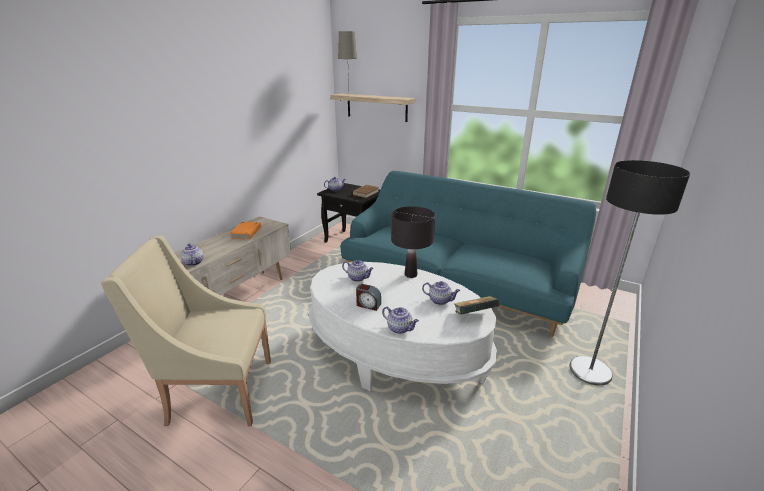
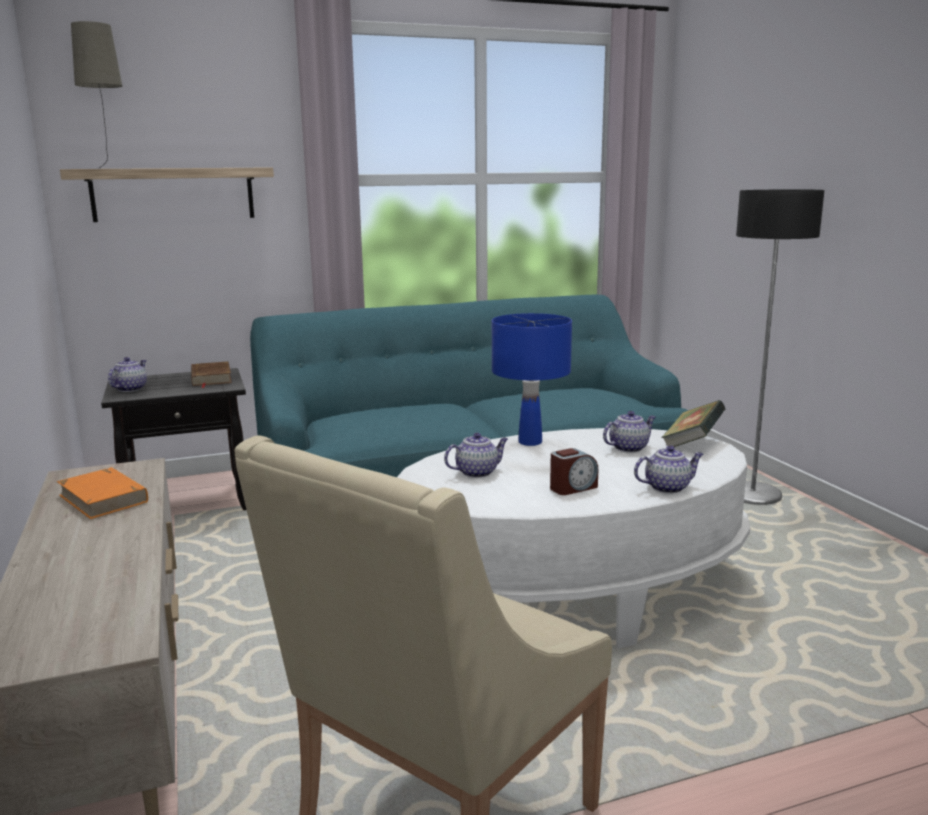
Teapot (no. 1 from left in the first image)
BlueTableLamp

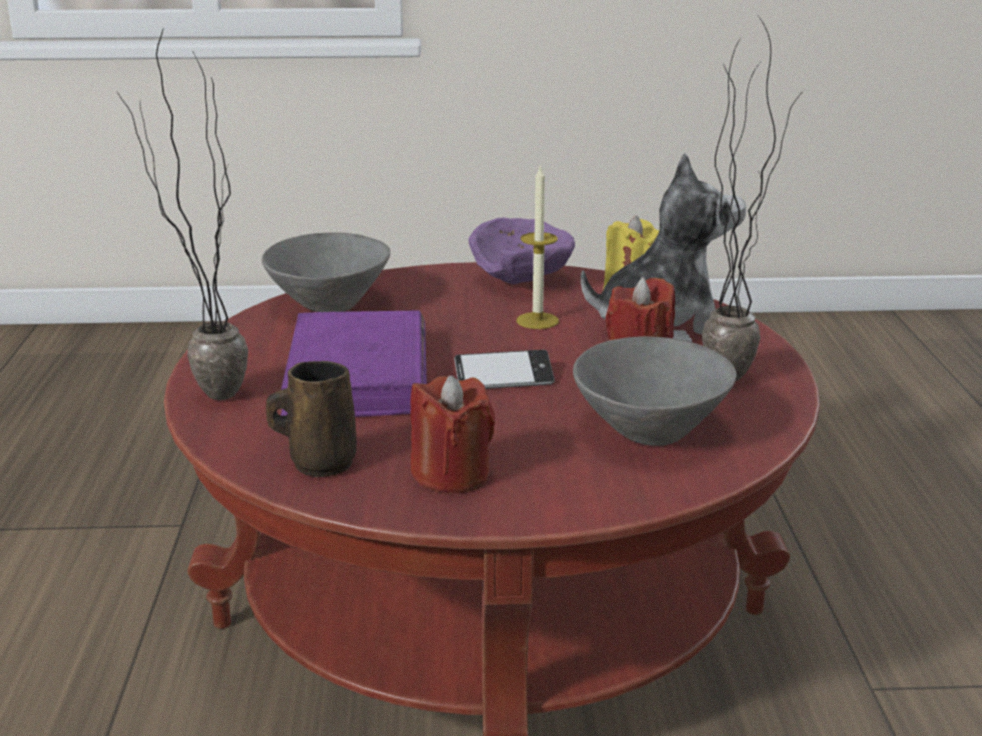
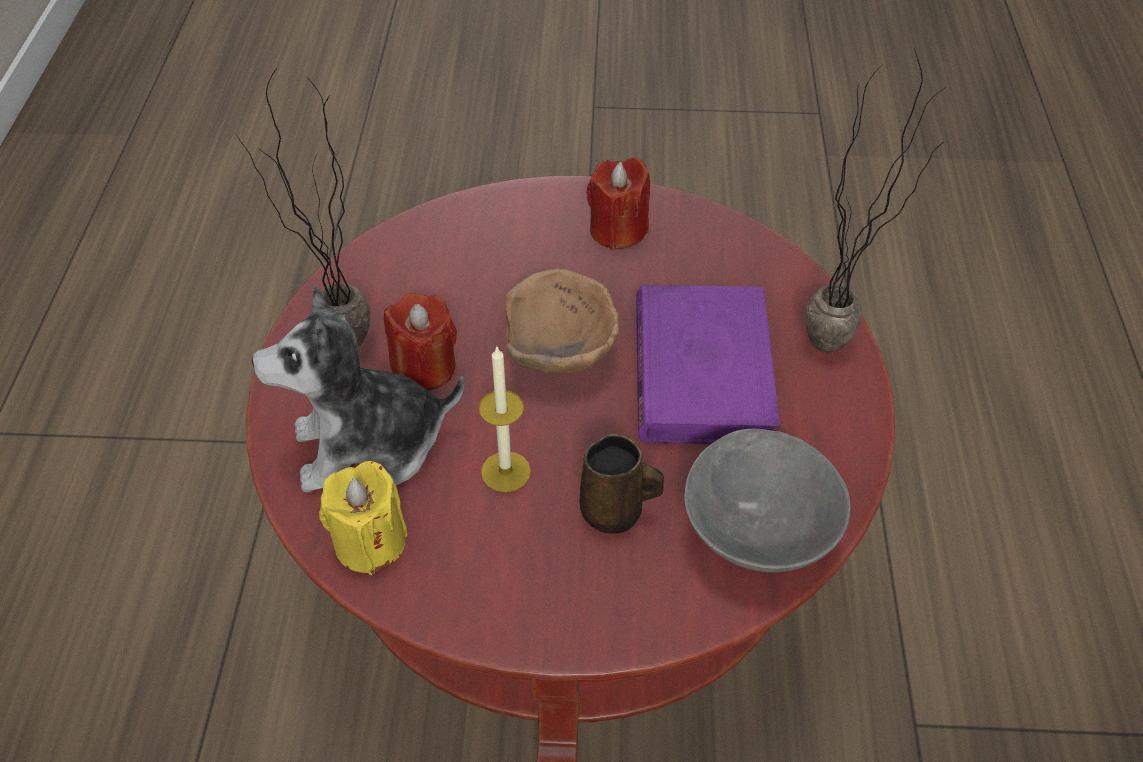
PurpleBowl
GreyBowl (no. 2 from left in the first image)
BrownMug
BrownBowl

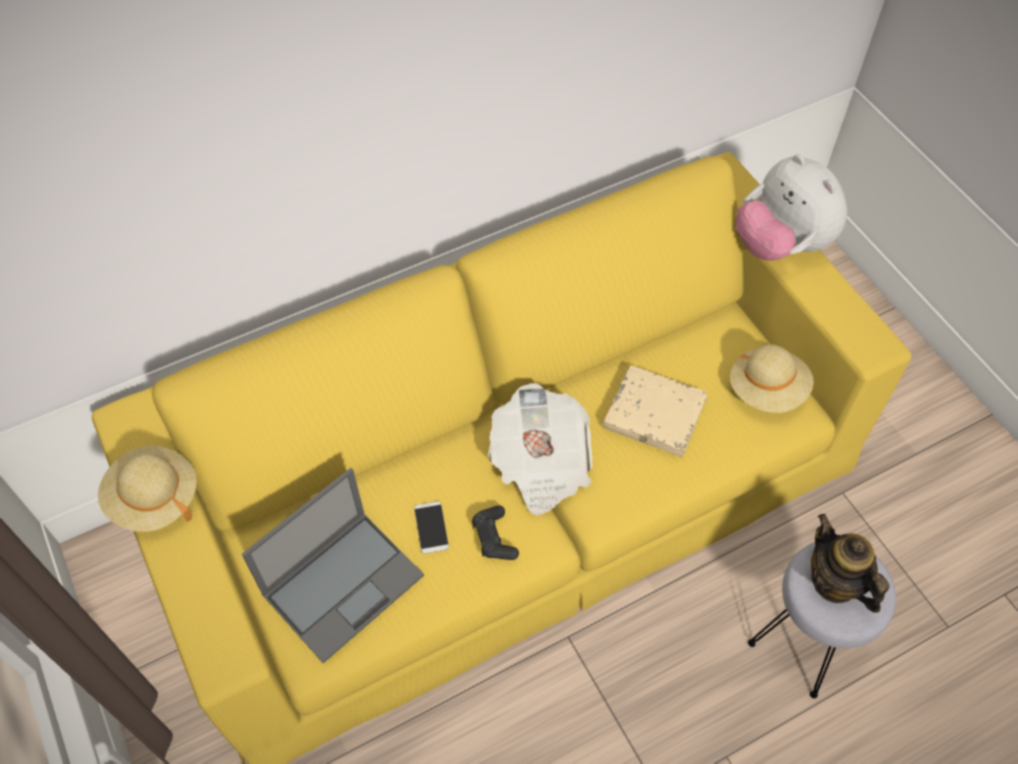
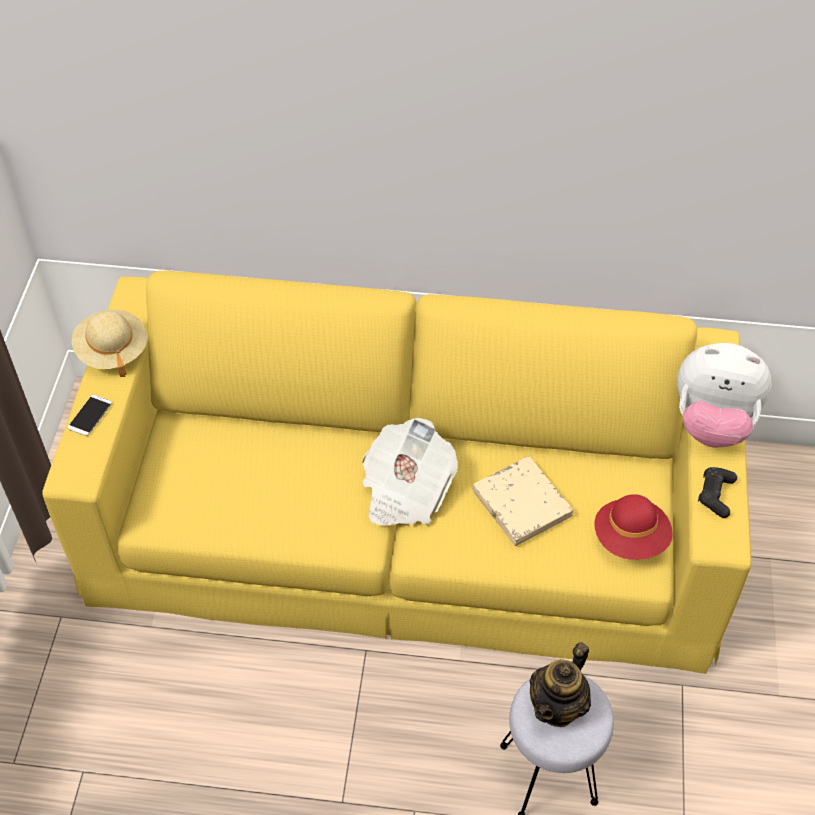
Laptop
Phone
BlackGameController
RedHat
PlushToy
Teapot

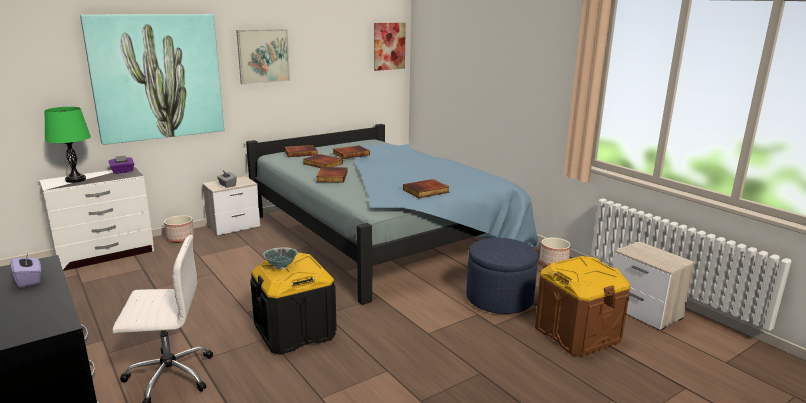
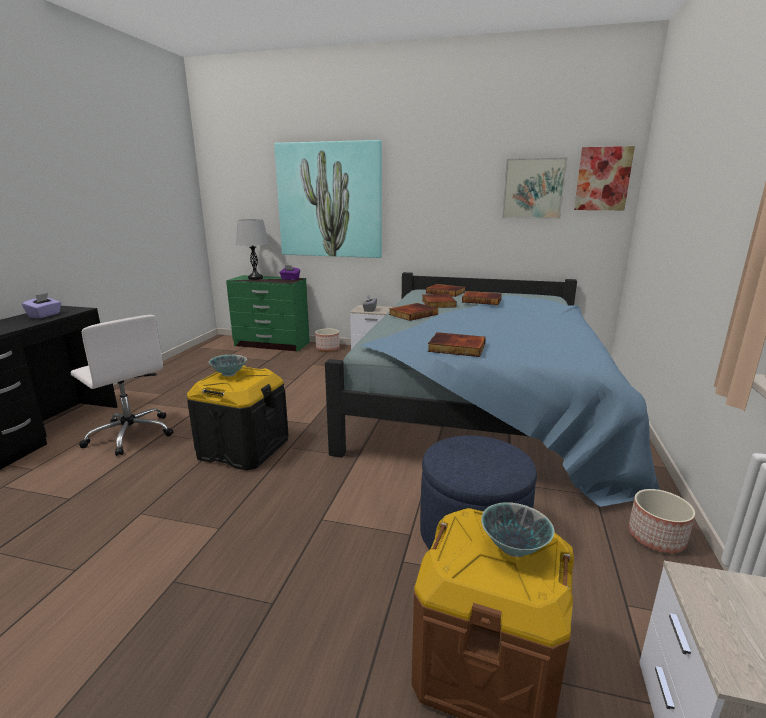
Bowl (no. 2 from left)
Picture (no. 2 from left)
GreenDresser
GreyTableLamp

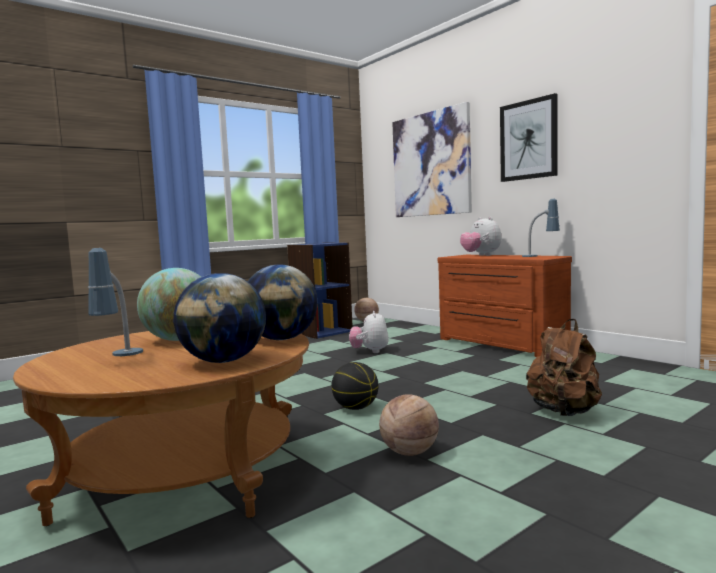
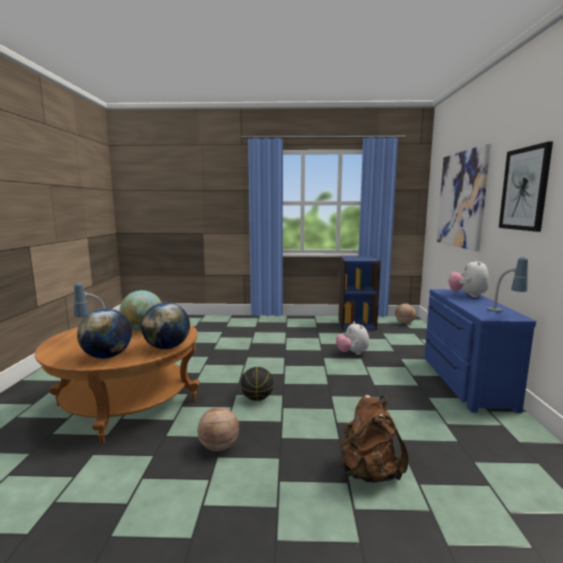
BlueDresser
PlushToy (no. 1 from left)

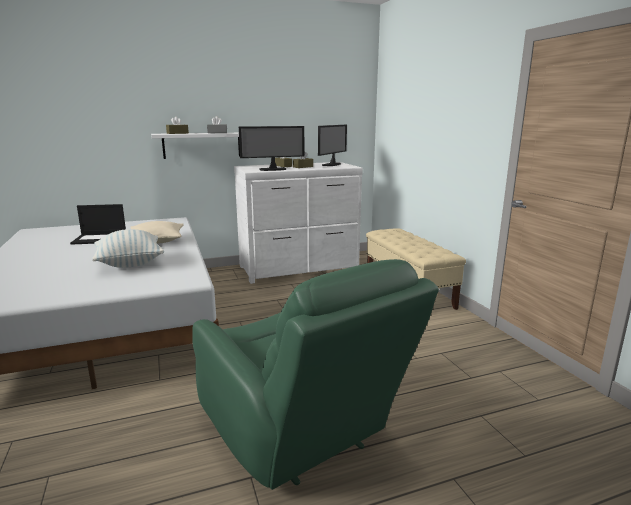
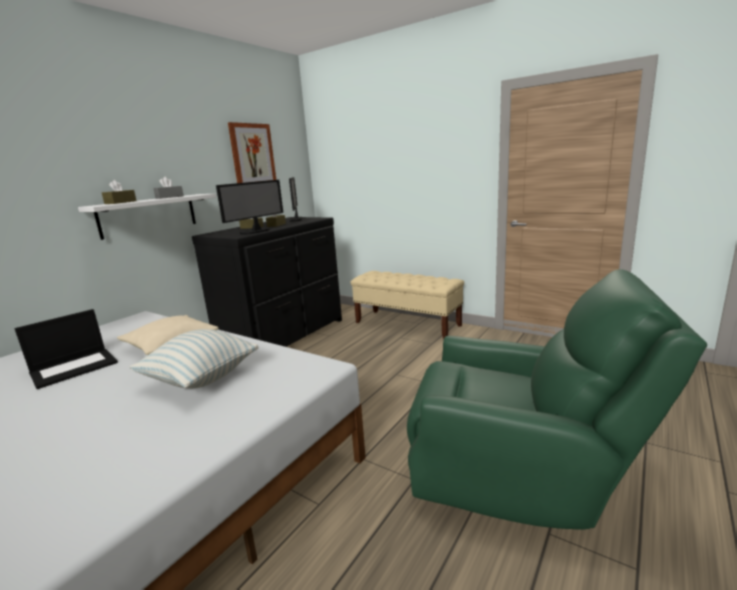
Picture
BlackDresser

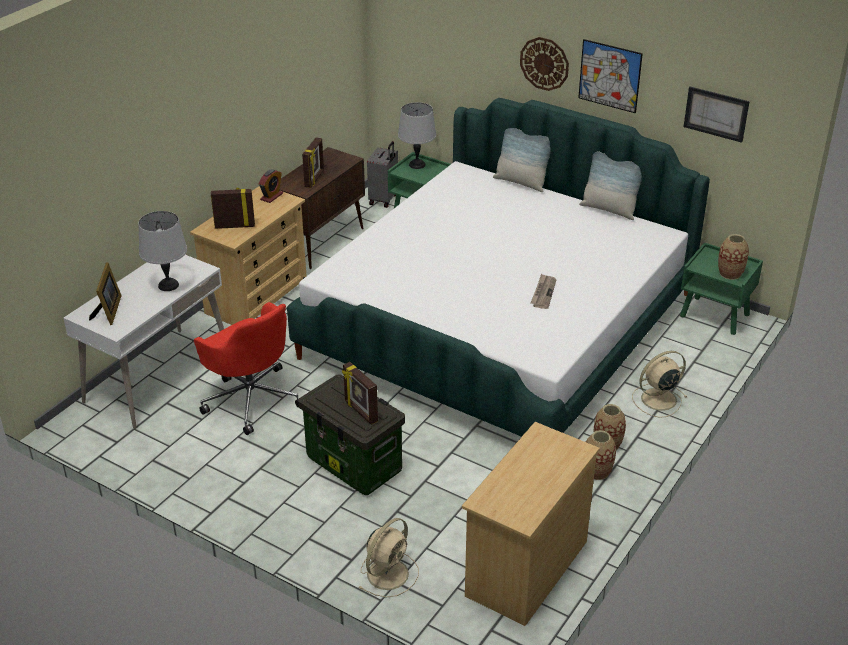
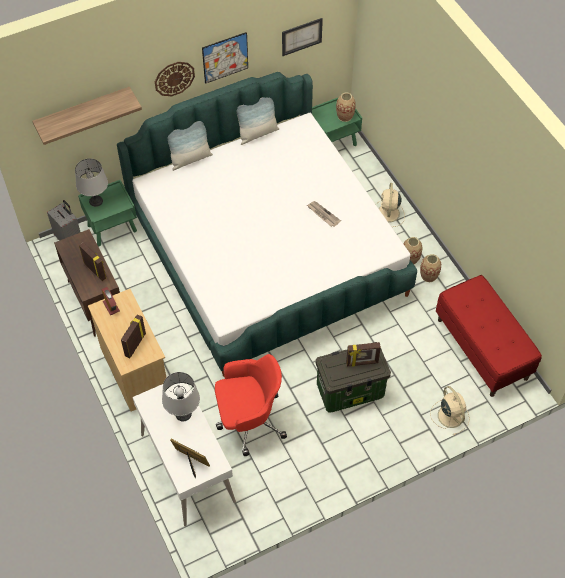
Shelf
RedBench

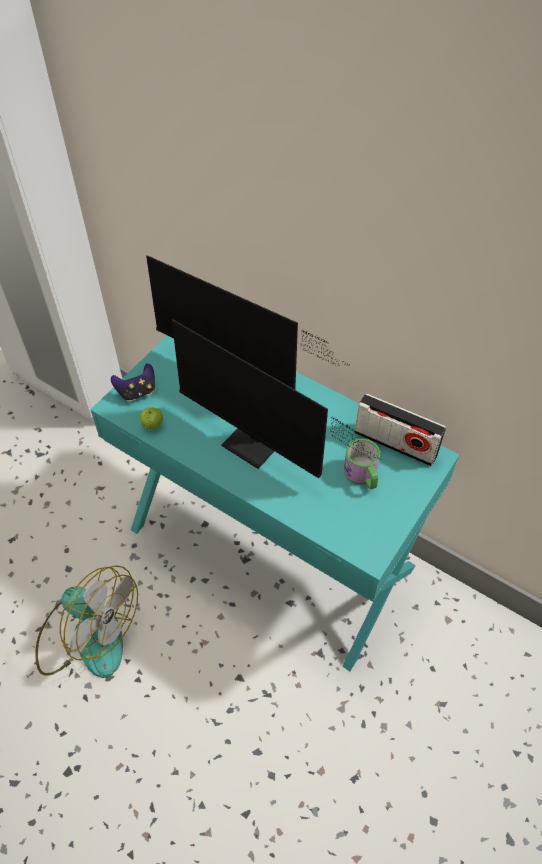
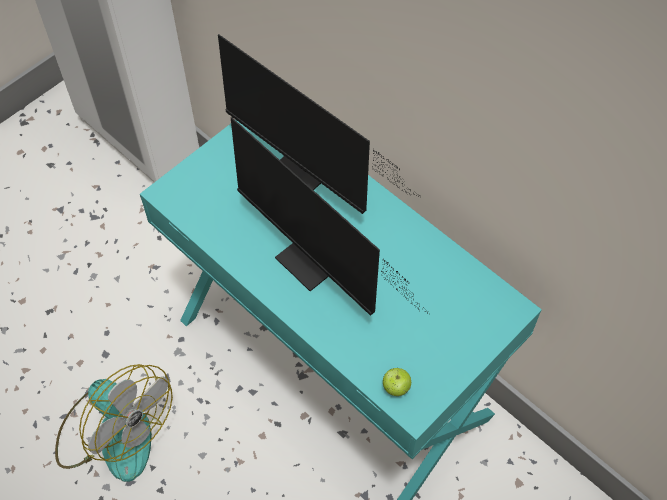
GameController
Mug
Radio
Apple

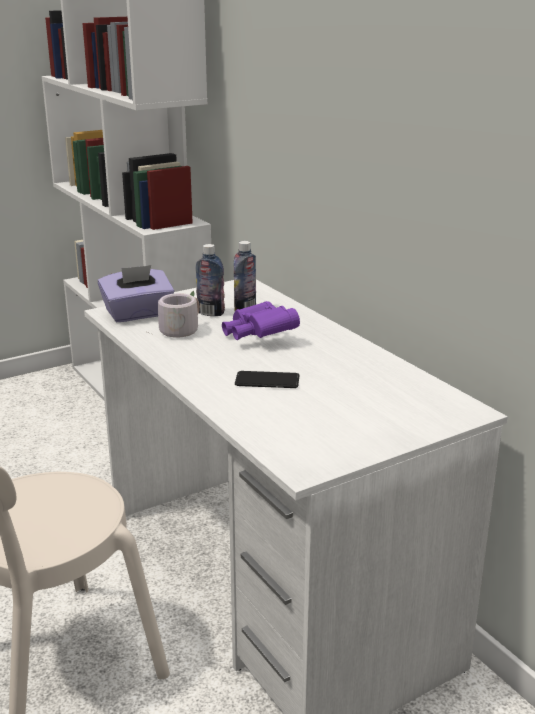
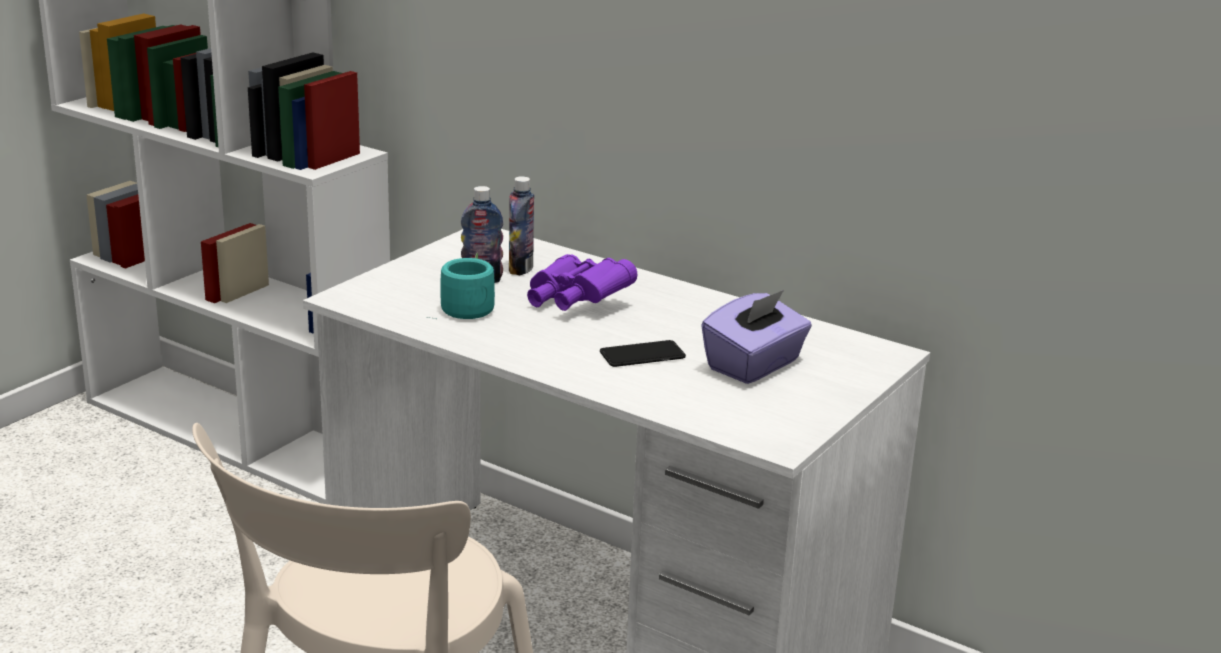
PurpleTissueBox
TurquoiseMug

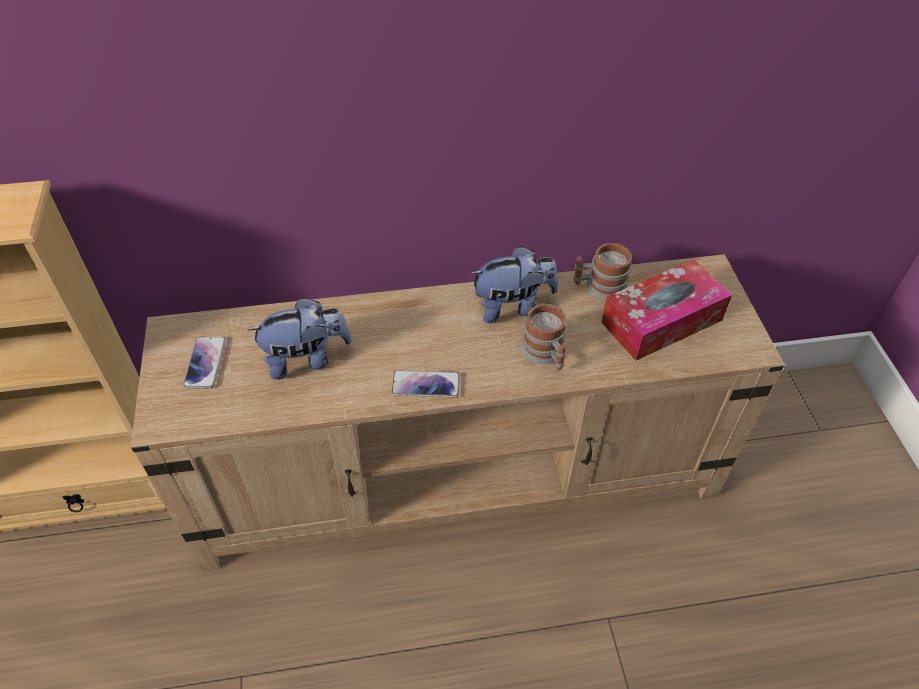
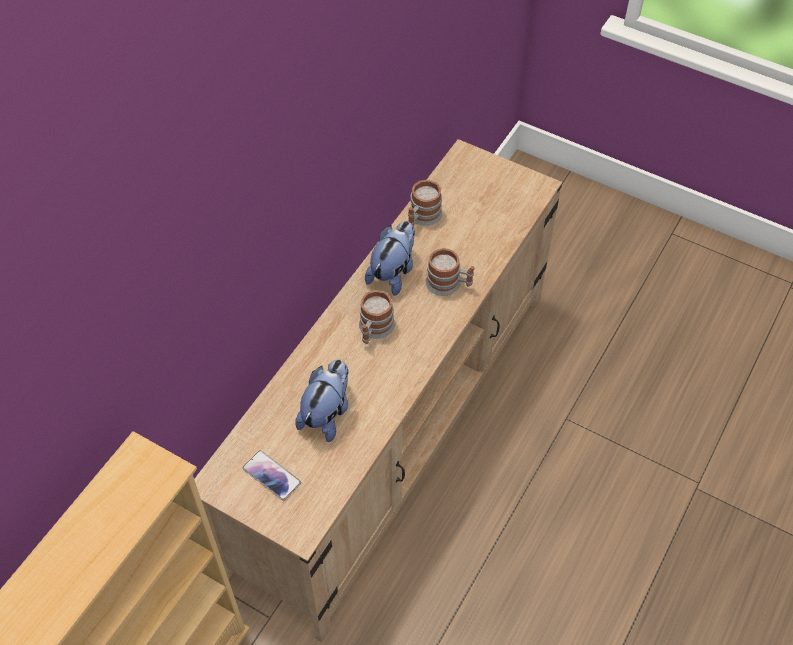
Phone (no. 2 from left in the first image)
TissueBox
Mug (no. 1 from left)

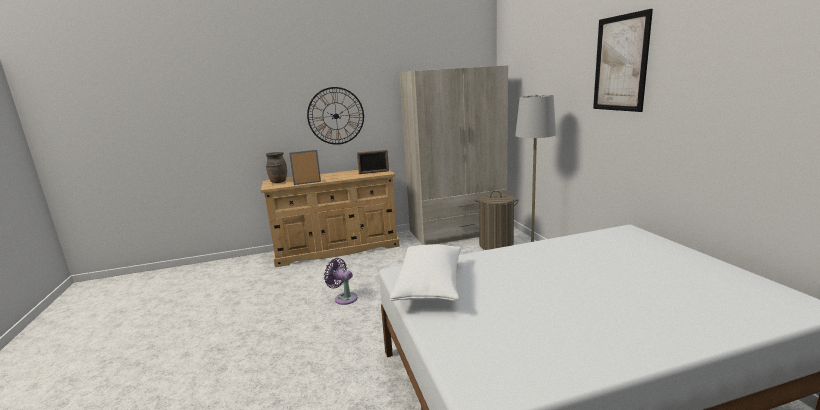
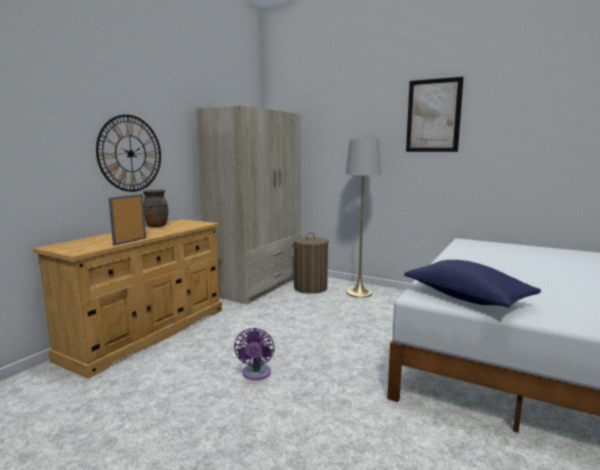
PictureFrame (no. 2 from left in the first image)
BrownVase
BluePillow
PurpleFan

